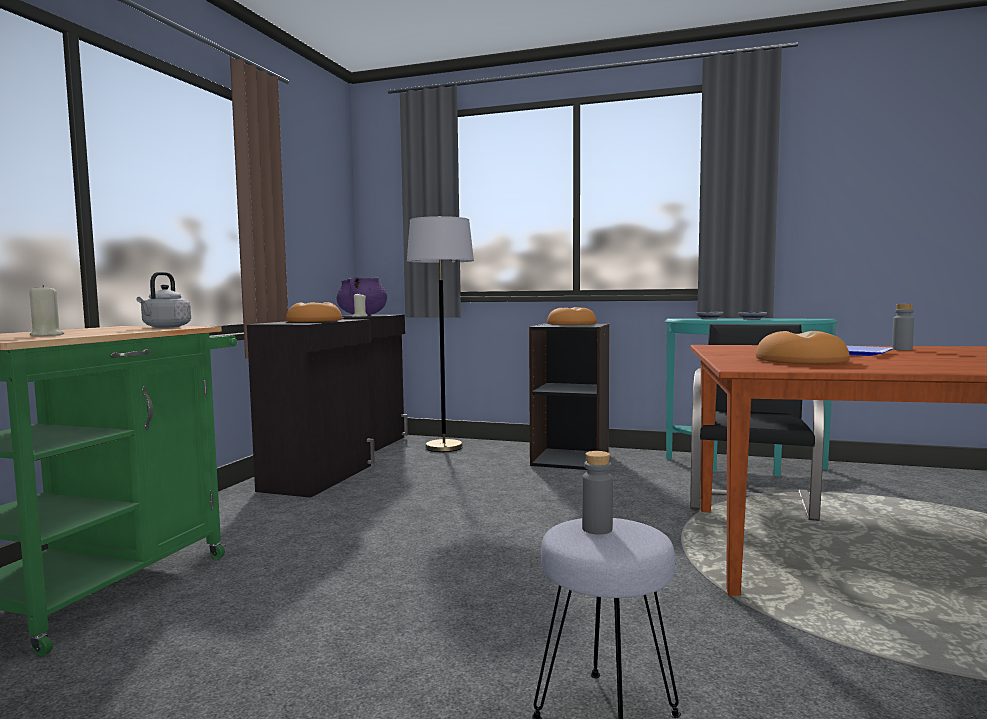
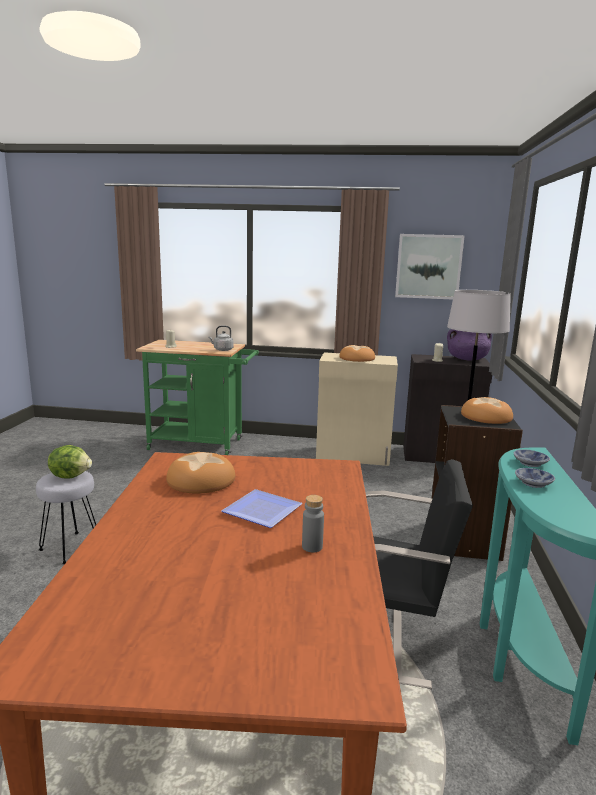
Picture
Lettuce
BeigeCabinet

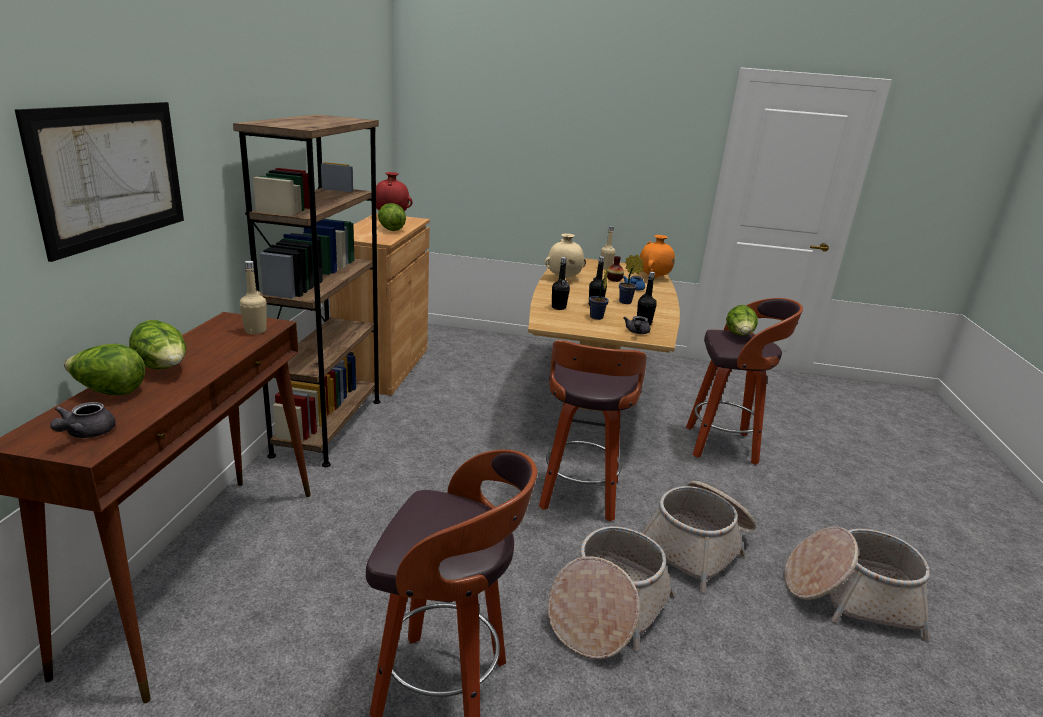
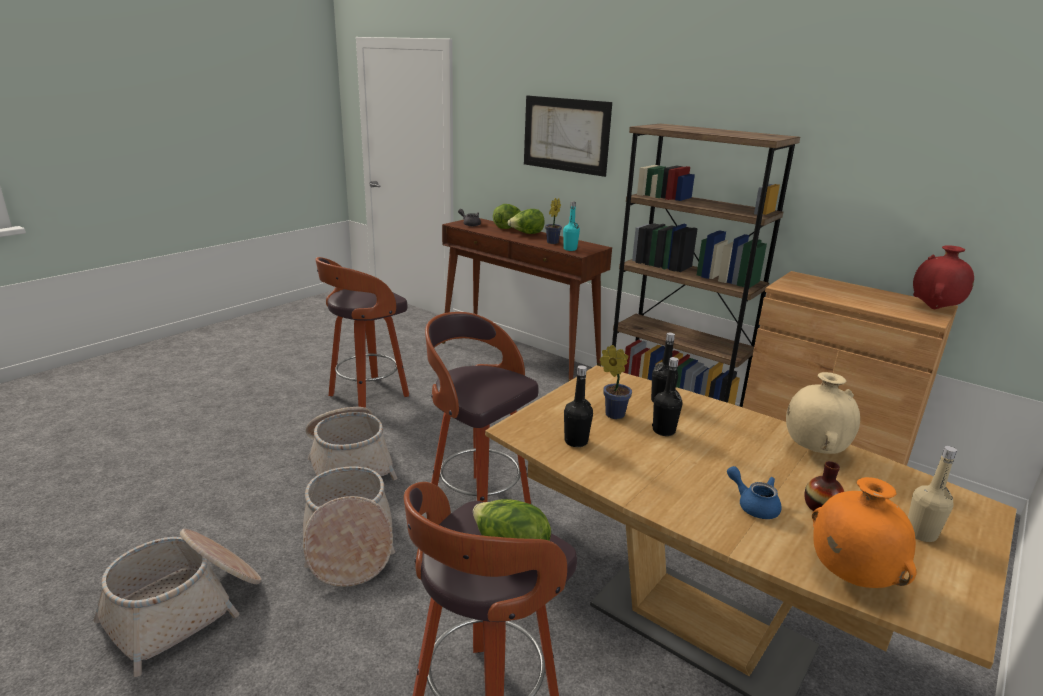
Lettuce (no. 3 from left in the first image)
GreyTeapot (no. 2 from left in the first image)
PottedPlant (no. 1 from left)
TurquoiseBottle

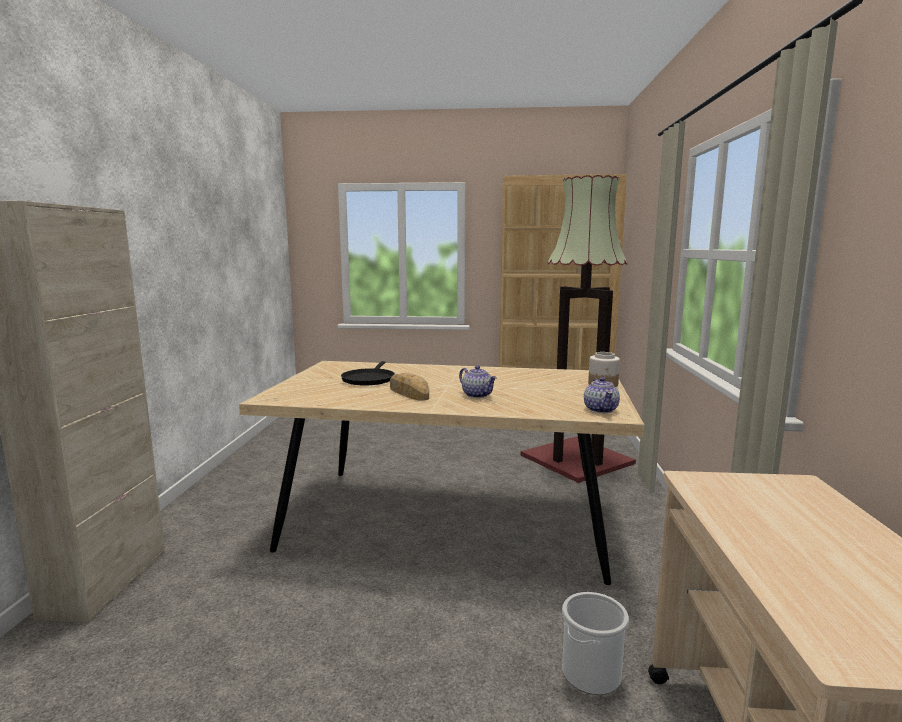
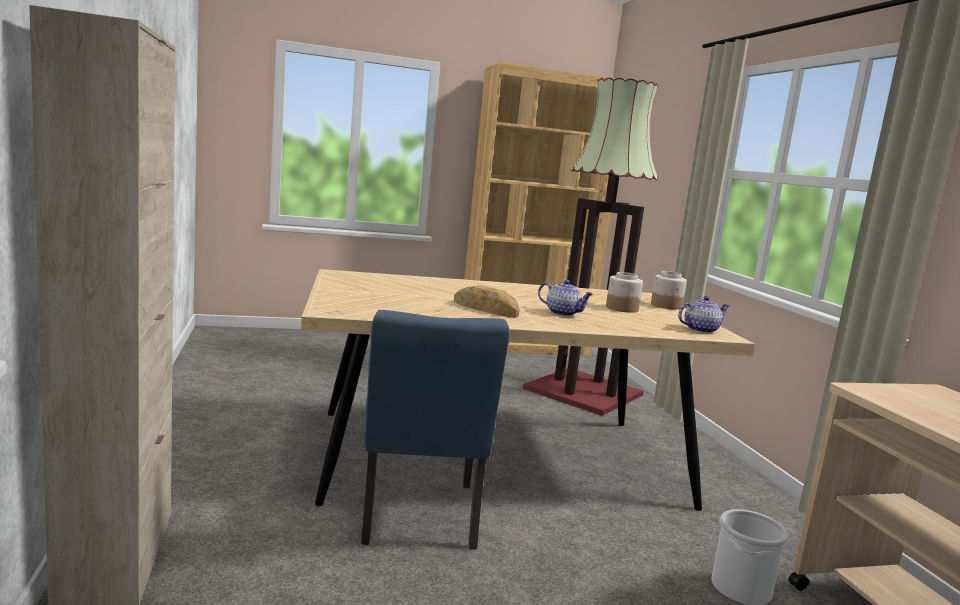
BlackFryingPan
BlueChair
Jar (no. 1 from left)
Teapot (no. 2 from left)

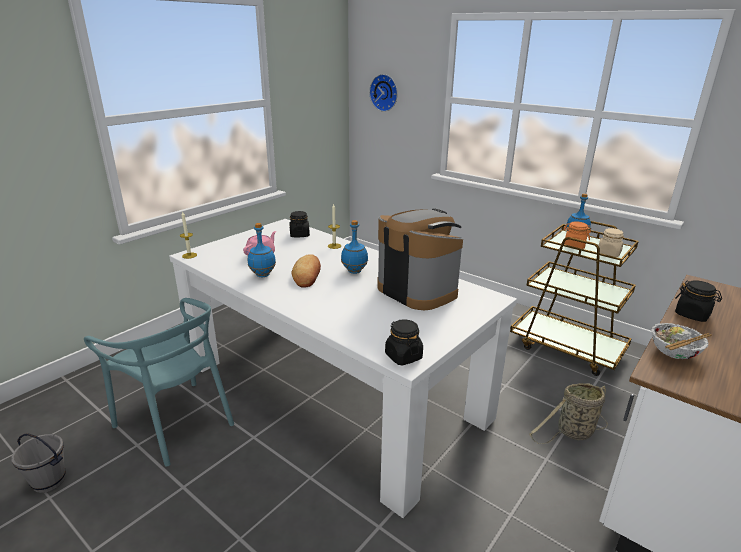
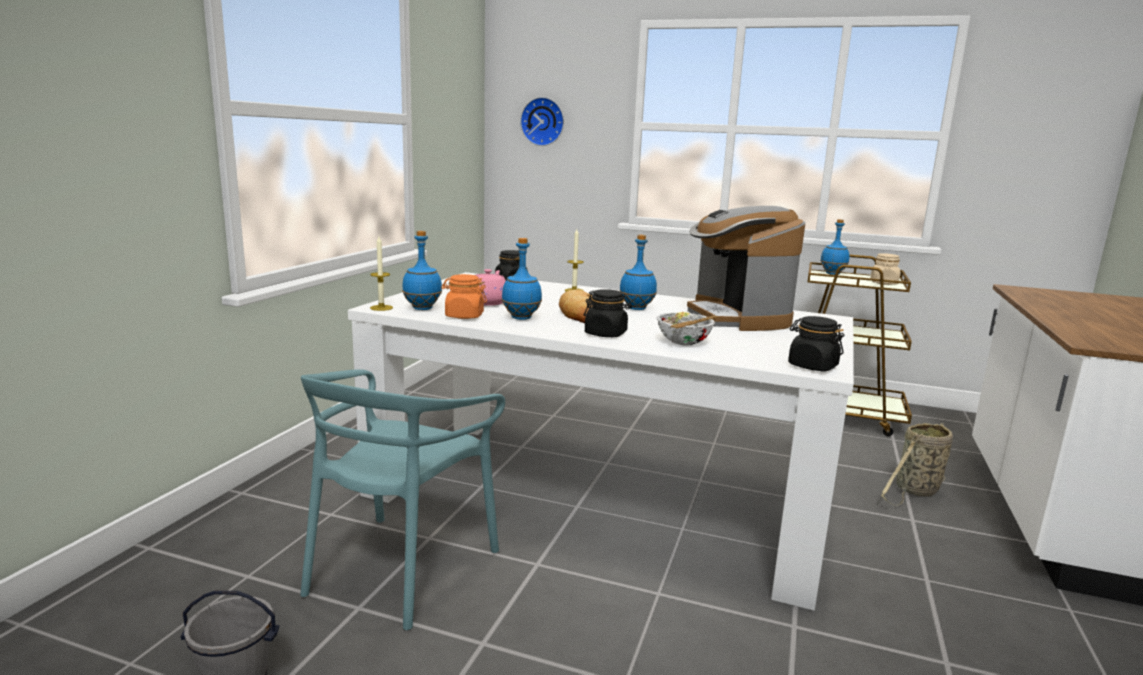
BlueBottle (no. 1 from left)
OrangeJar
Bowl
BlackJar (no. 2 from left)
TurquoiseChair
CoffeeMachine

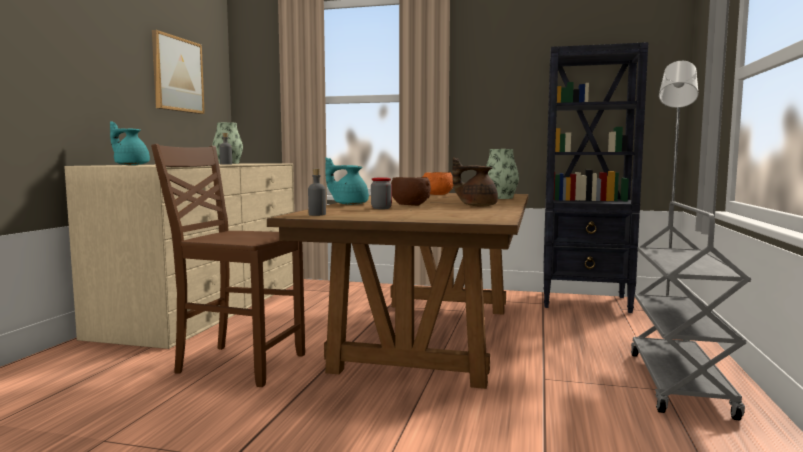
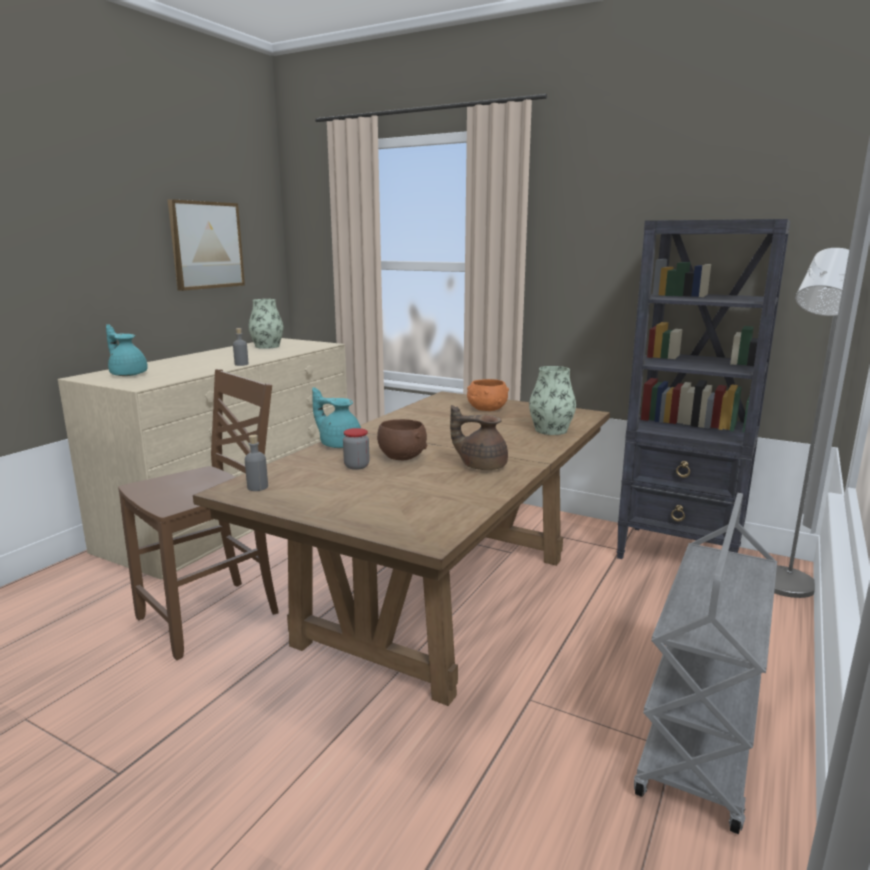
BrownChair

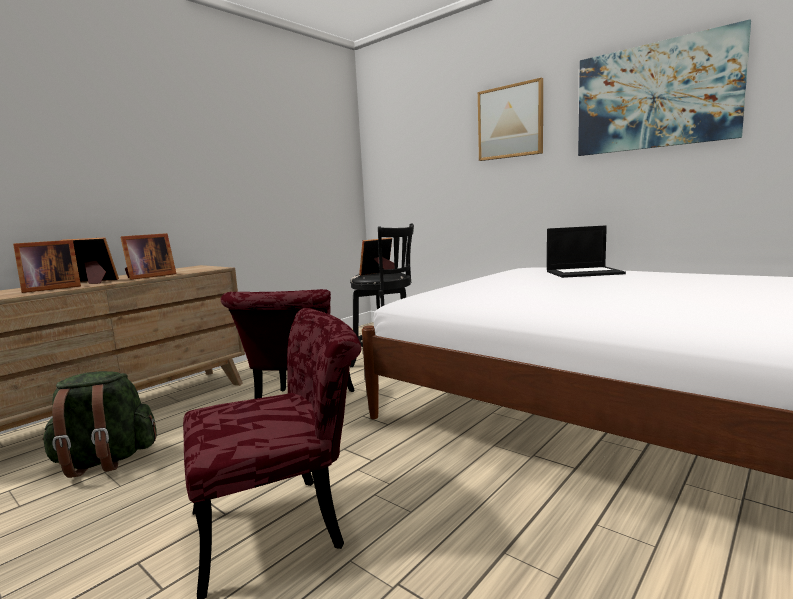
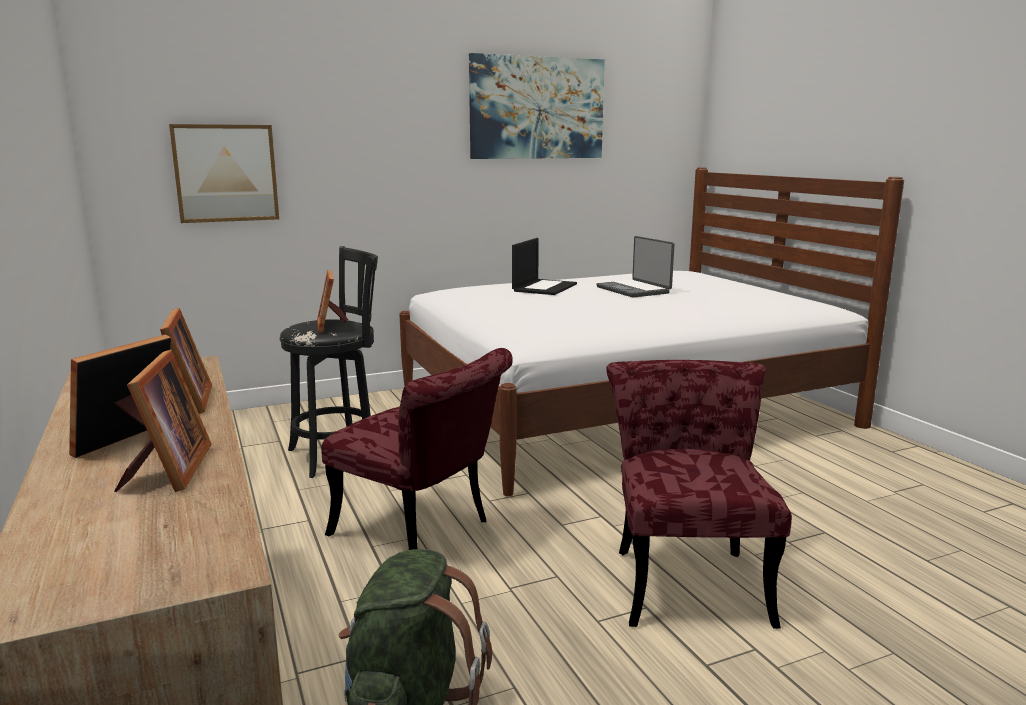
Laptop (no. 2 from left)
Picture (no. 1 from left)

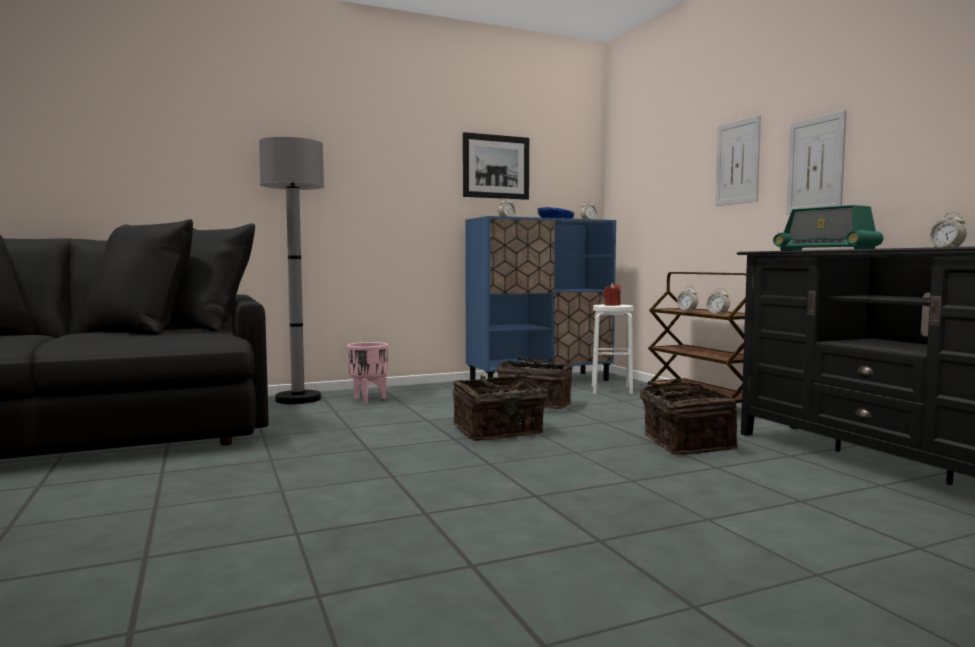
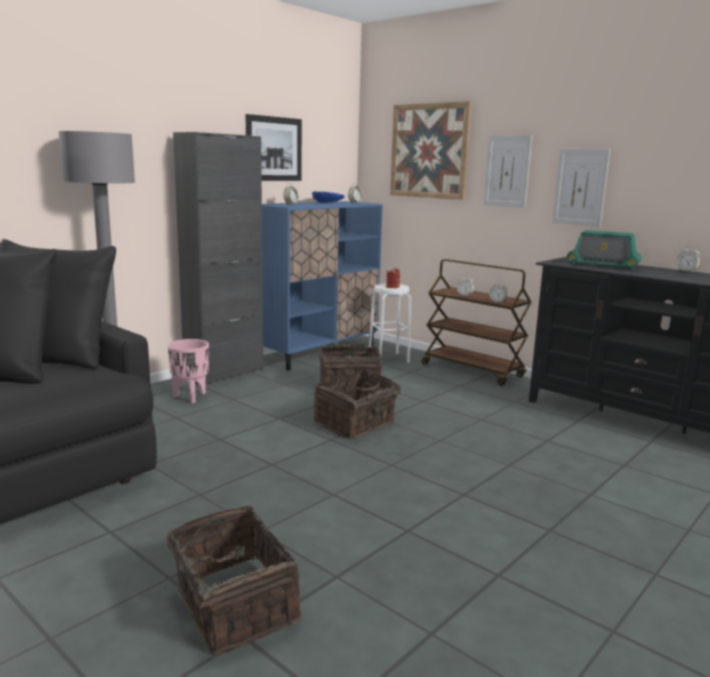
BlackCabinet
Picture (no. 2 from left)
Basket (no. 1 from left)

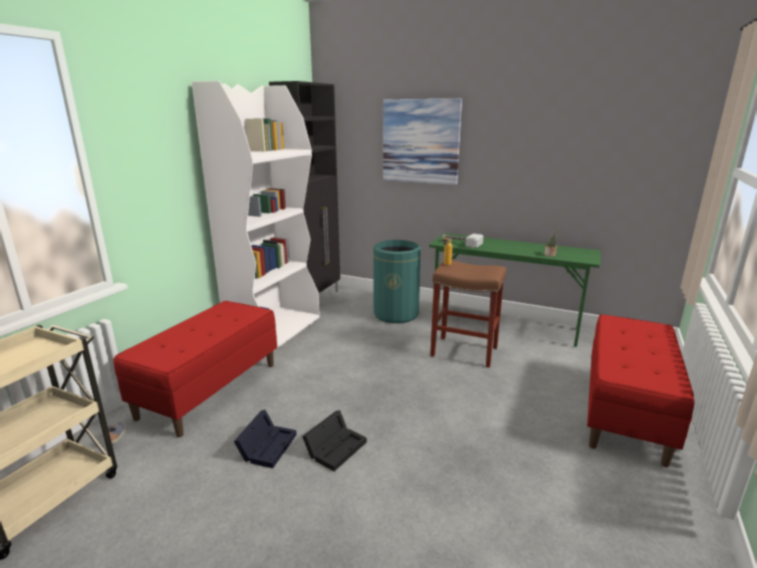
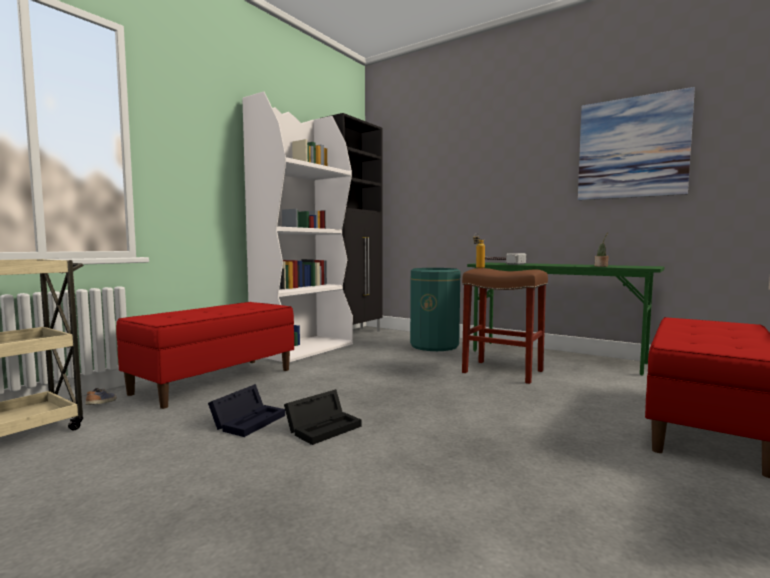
Picture

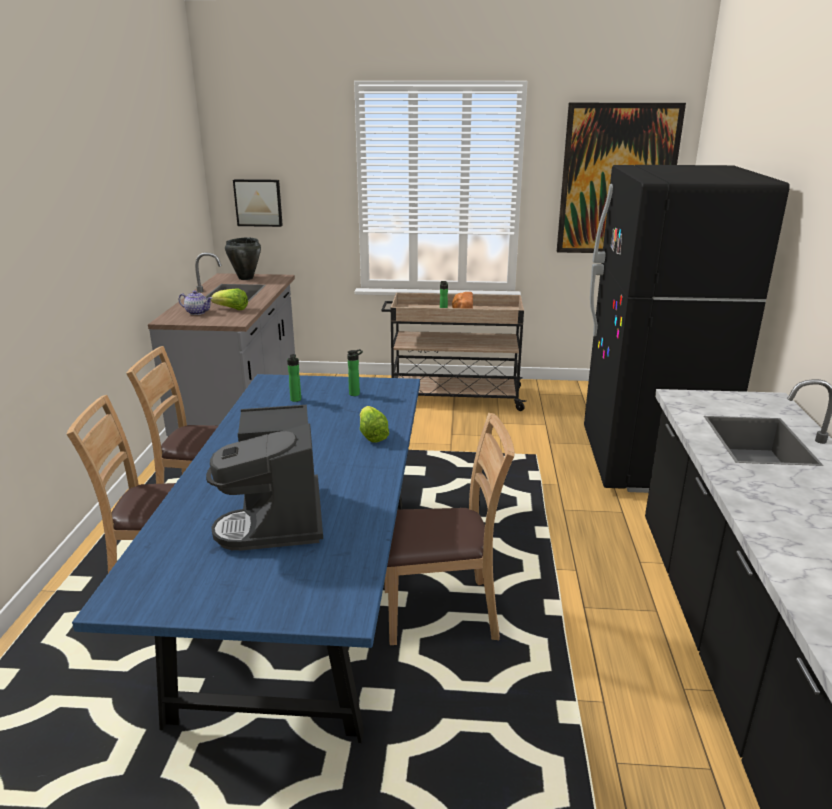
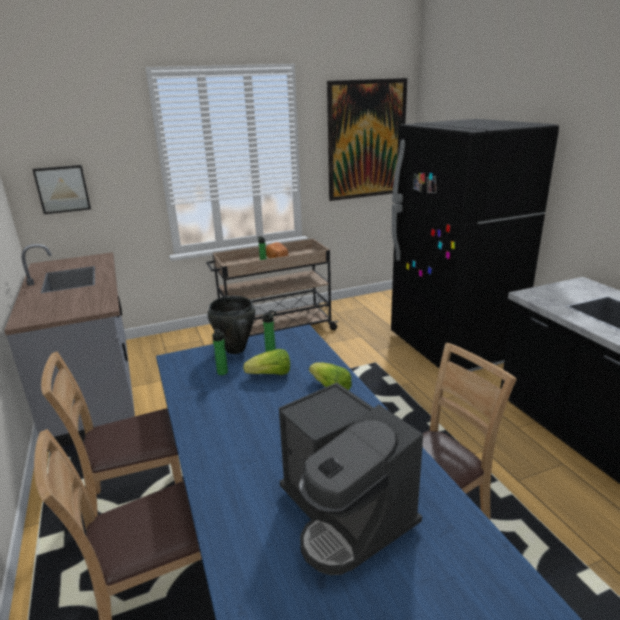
Teapot
Lettuce (no. 1 from left)
BlackCookingPot

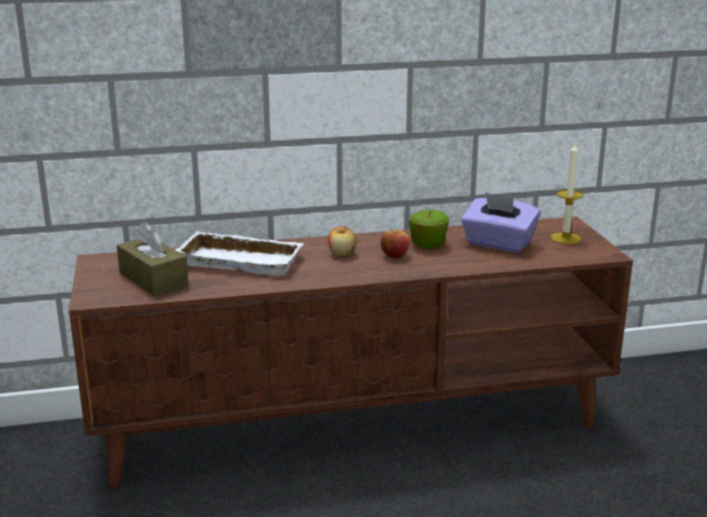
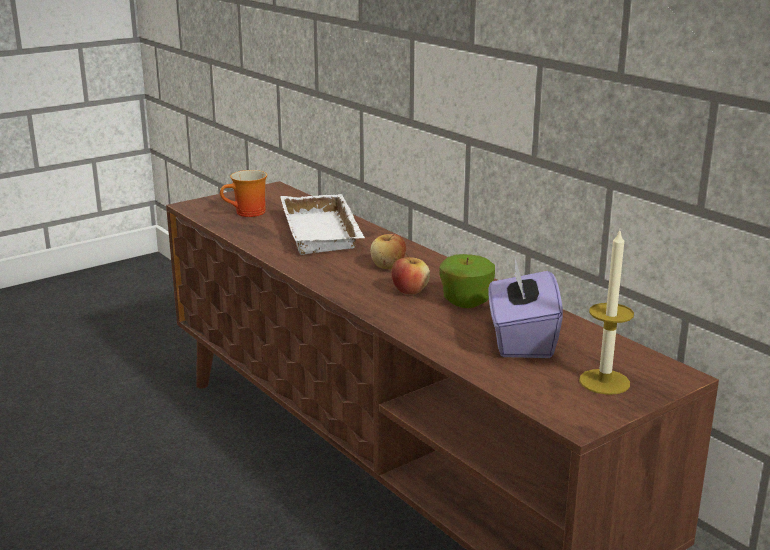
Mug

